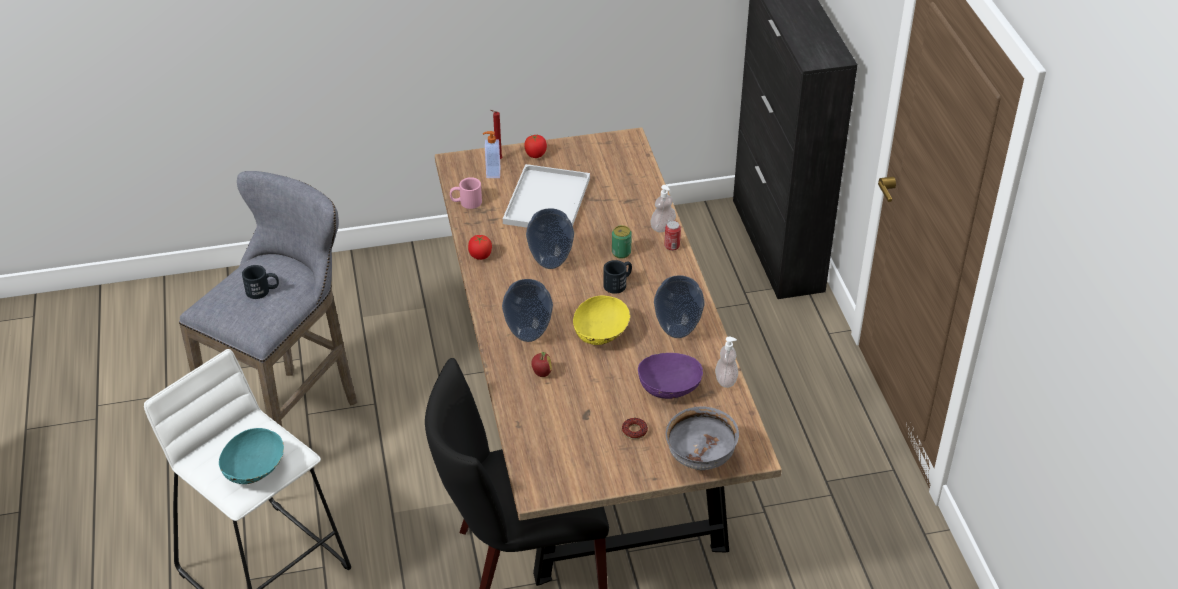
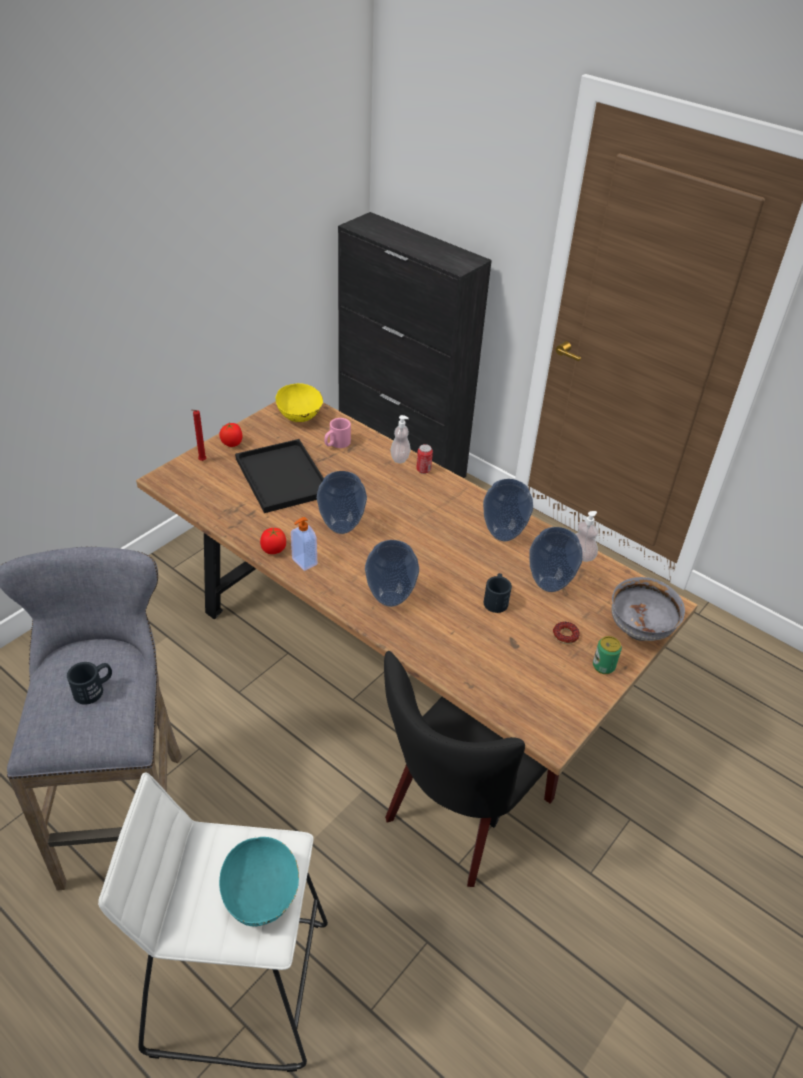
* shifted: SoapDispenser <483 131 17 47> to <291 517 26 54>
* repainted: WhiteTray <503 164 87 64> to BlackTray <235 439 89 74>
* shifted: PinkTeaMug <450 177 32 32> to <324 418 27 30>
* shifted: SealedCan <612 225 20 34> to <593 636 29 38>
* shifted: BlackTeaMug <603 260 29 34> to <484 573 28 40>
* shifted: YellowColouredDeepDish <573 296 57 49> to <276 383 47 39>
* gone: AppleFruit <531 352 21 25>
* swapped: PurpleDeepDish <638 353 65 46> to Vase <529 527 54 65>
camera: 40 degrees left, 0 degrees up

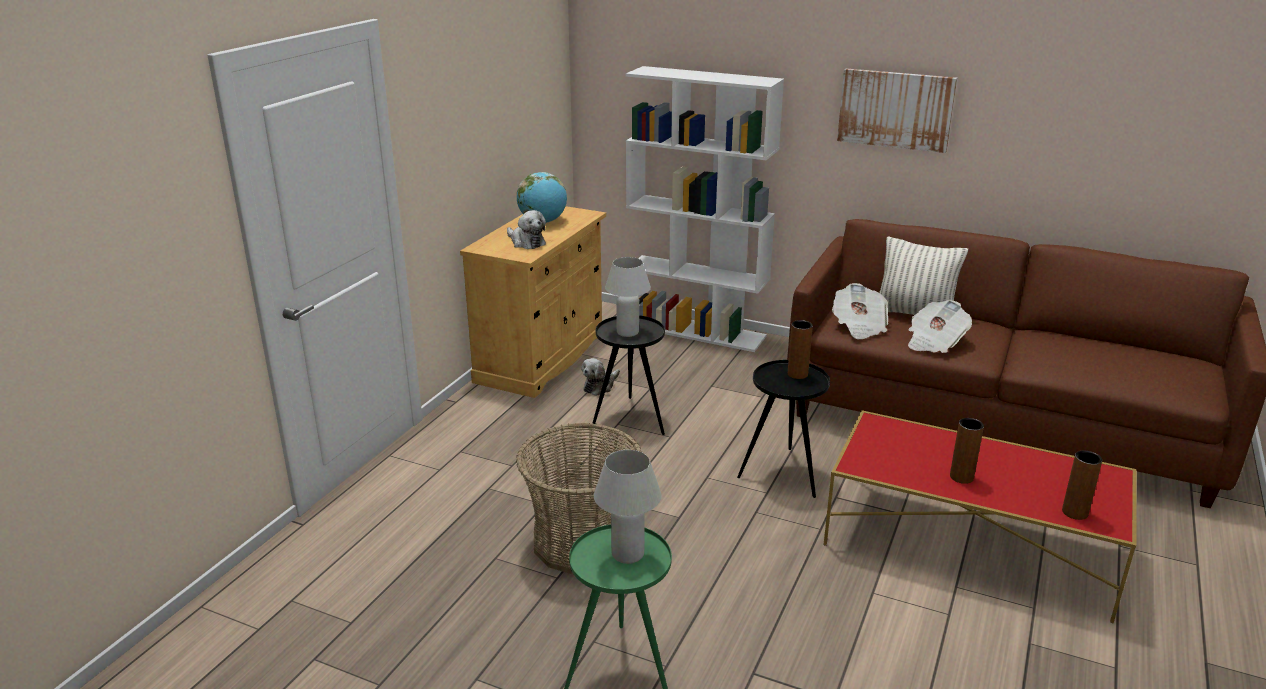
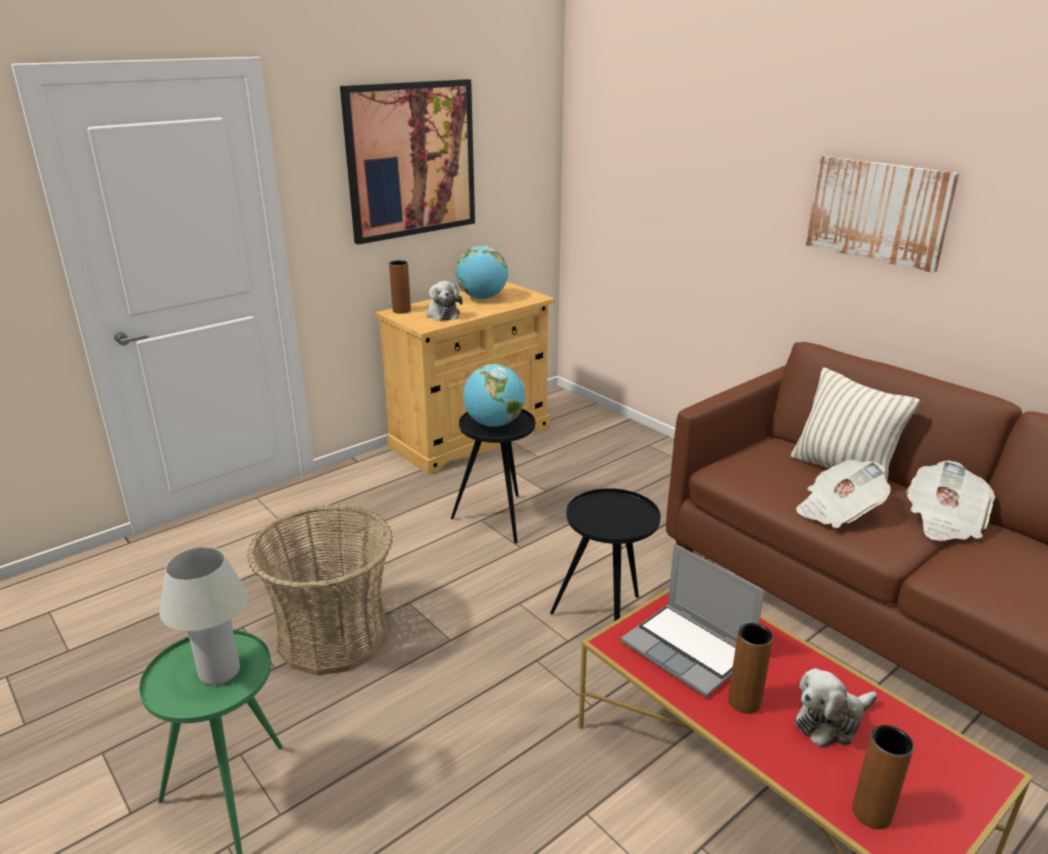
* gone: WhiteShelvingUnit <626 66 158 286>
* swapped: WhiteTabletopLamp <605 257 46 80> to Globe <463 364 62 63>
* shifted: PrintedPaper <832 283 56 56> to <906 460 89 81>
* shifted: BrownColouredVase <788 320 25 59> to <389 260 22 54>
* shifted: SoftToy <581 358 39 38> to <796 668 82 79>
* new: WallArt <340 79 135 166>
* new: PortableComputer <621 544 143 153>
camera: 25 degrees right, 0 degrees up

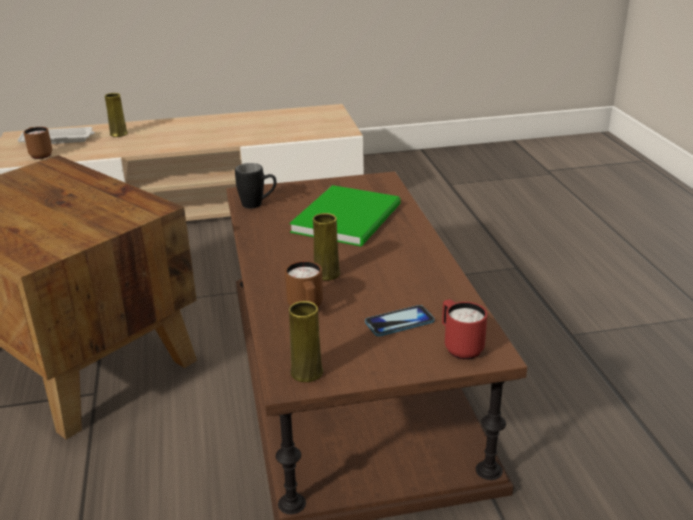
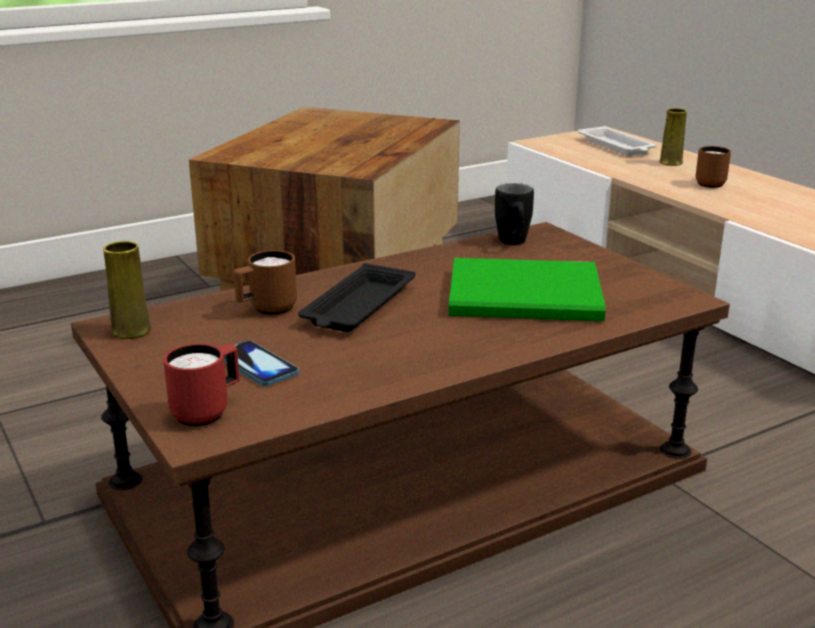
* shifted: BrownColouredTeaMug <23 127 29 32> to <695 146 36 42>
* swapped: YellowColouredVase <313 213 27 68> to BlackTray <298 263 117 69>
camera: 70 degrees right, 5 degrees down

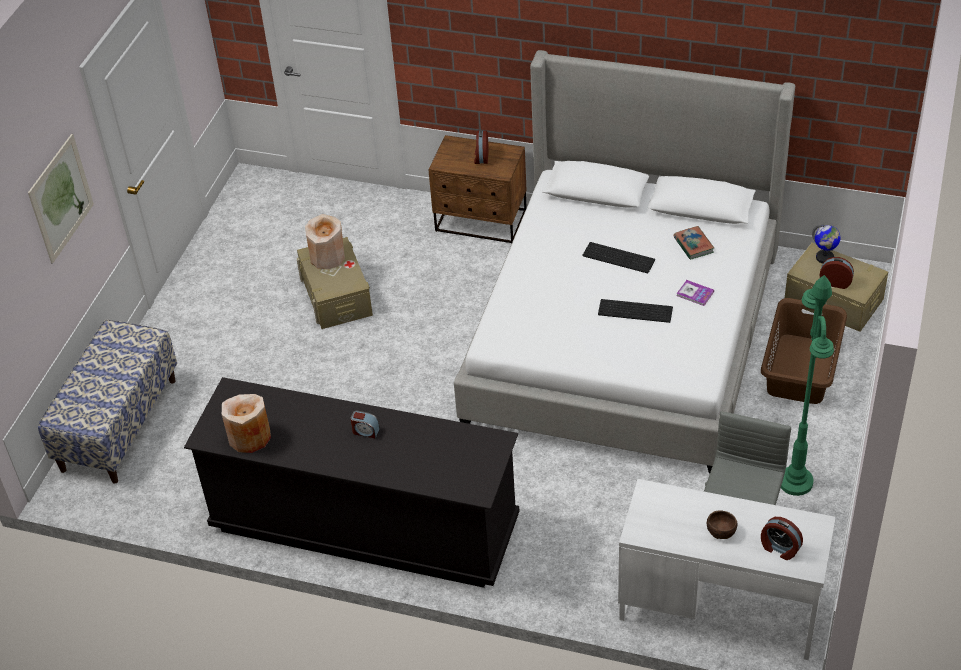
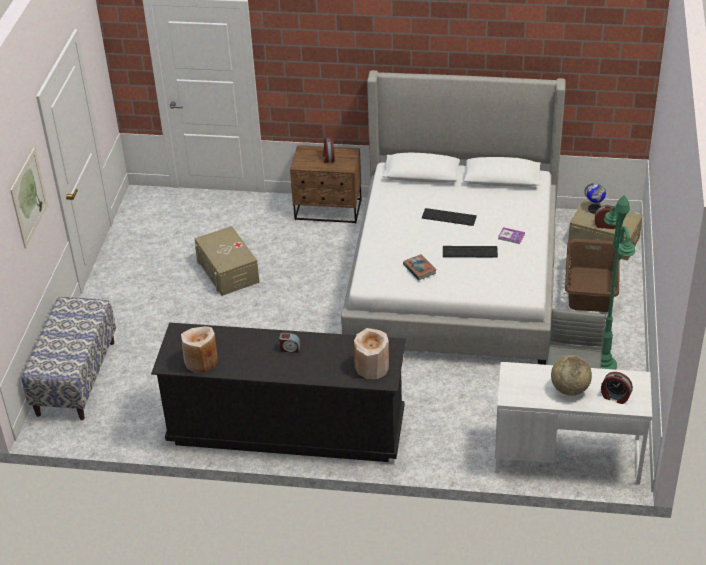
* shifted: BeigeColouredVase <305 214 40 55> to <354 328 35 51>
* shifted: BoundBook <674 226 40 34> to <403 254 33 26>
* swapped: BrownColouredDeepDish <707 510 30 29> to Globe <551 355 41 41>
camera: 10 degrees left, 5 degrees down

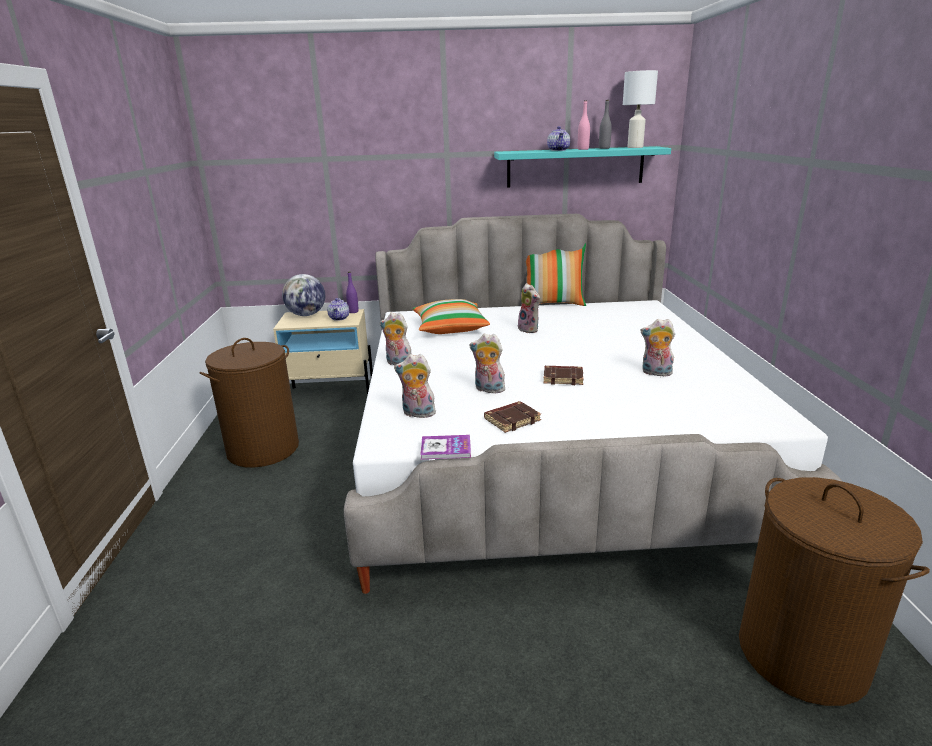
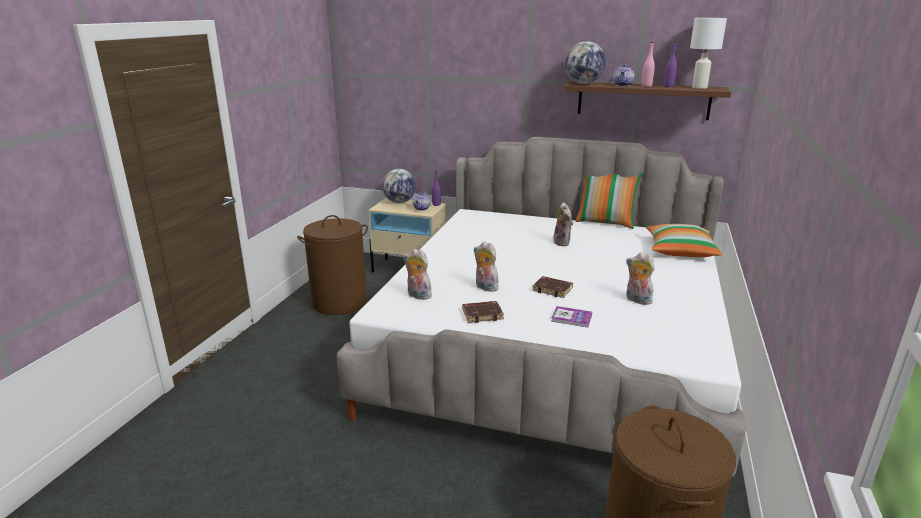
* repainted: GreyishBeverageBottle <599 100 13 49> to PurpleBeverageBottle <664 42 13 45>
* repainted: TurquoiseShelf <494 146 177 42> to BrownColouredShelf <563 82 168 38>
* shifted: ThrowPillow <413 299 77 35> to <646 224 76 33>
* gone: SoftToy <380 312 32 53>
* shifted: BoundBook <420 435 51 25> to <551 306 41 22>
* new: Globe <564 41 42 43>
camera: 20 degrees right, 0 degrees up

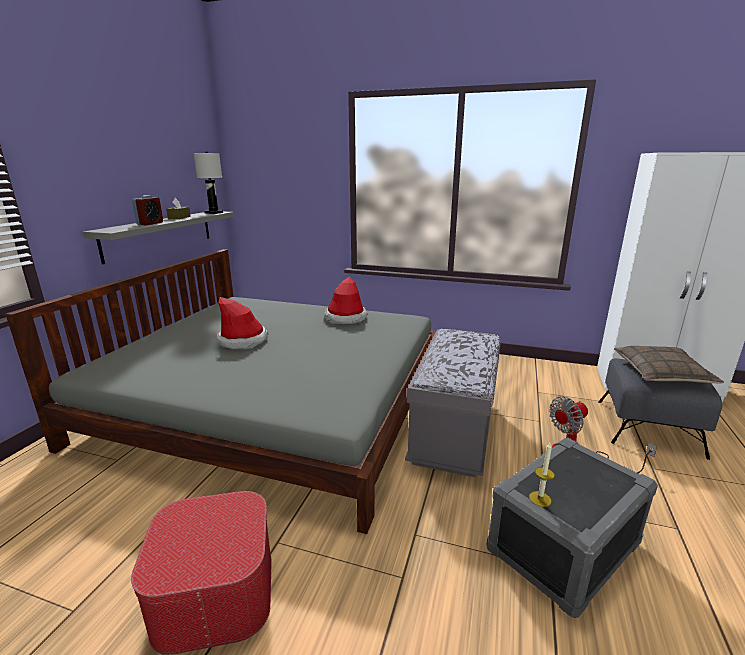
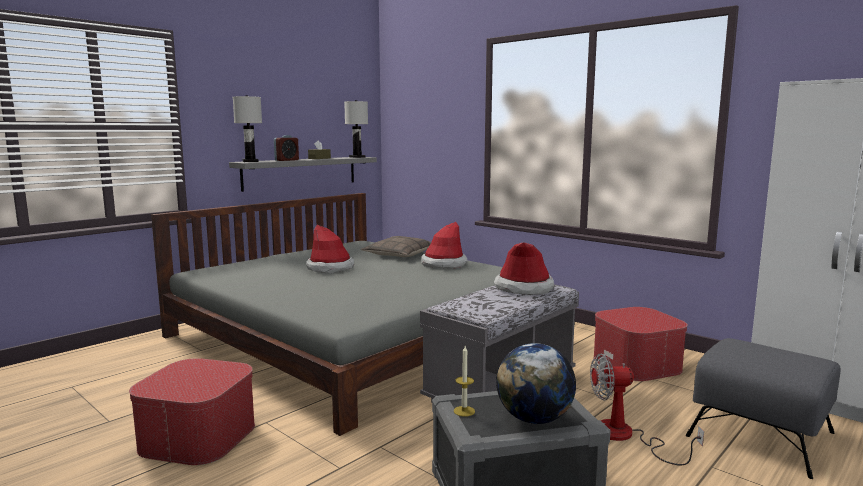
* shifted: ThrowPillow <614 346 110 37> to <361 236 70 21>
* new: WhiteTabletopLamp <233 95 29 67>
* new: ClothingHat <494 242 60 53>
* new: Ottoman <594 307 94 74>
* new: Globe <496 343 80 81>
camera: 25 degrees right, 10 degrees down

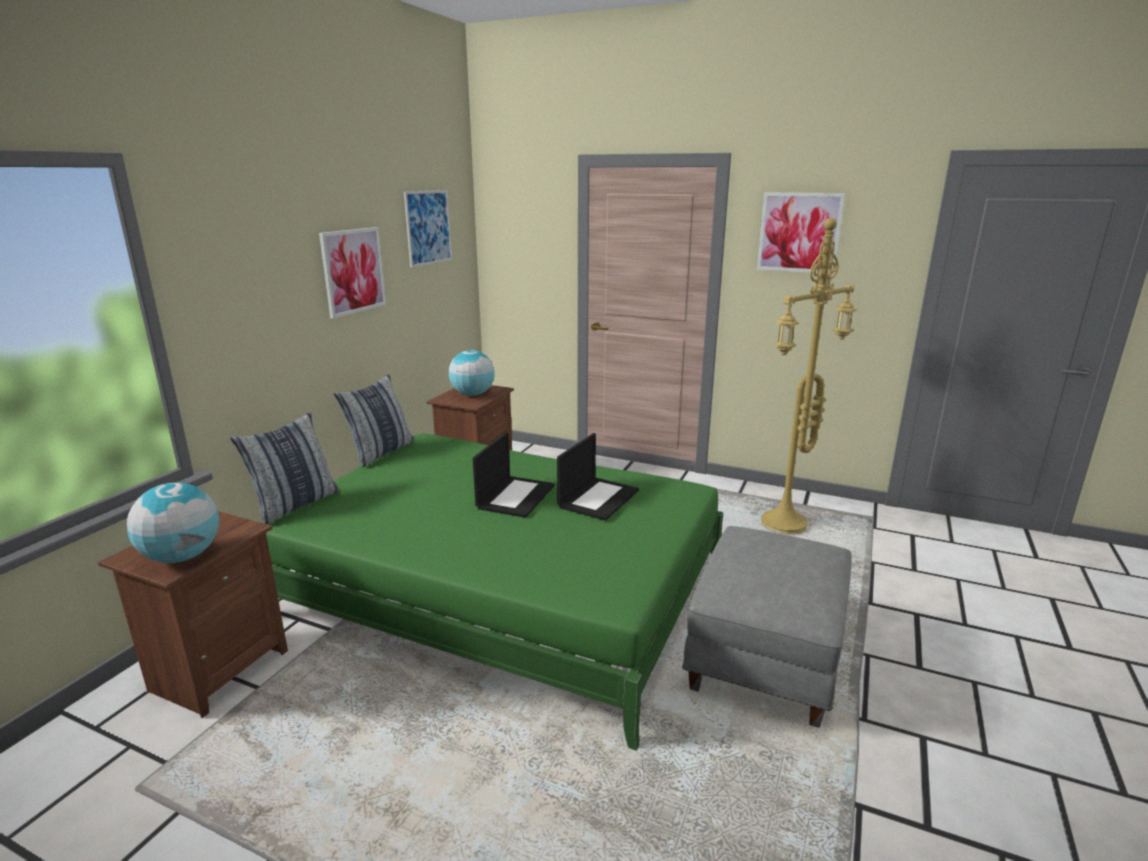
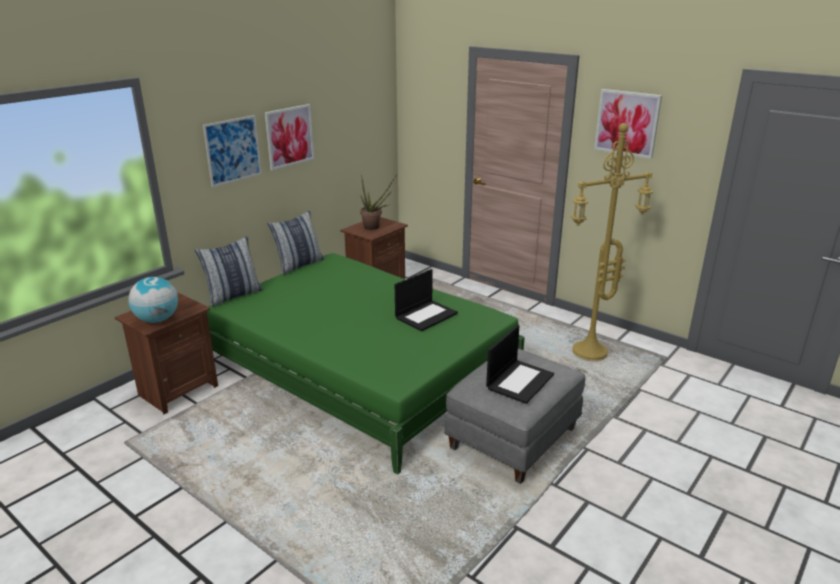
* shifted: WallArt <404 190 48 78> to <203 115 59 72>
* swapped: Globe <449 350 46 46> to PottedPlant <360 174 37 56>
* shifted: PortableComputer <473 432 82 86> to <486 325 68 79>
camera: 15 degrees right, 5 degrees up

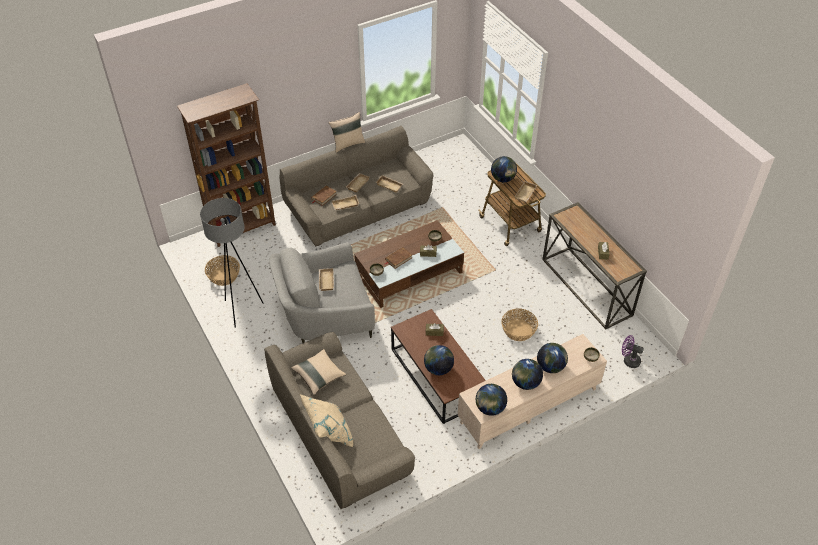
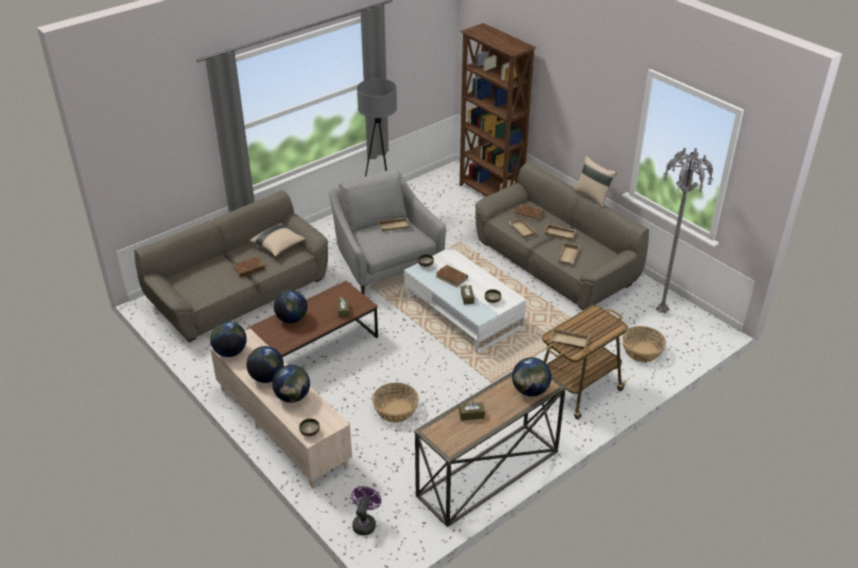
* shifted: Globe <491 156 26 26> to <512 357 39 40>
* repainted: BrownColouredLoungeTable <354 220 110 88> to WhiteLoungeTable <404 247 122 106>
* shifted: Basket <205 255 35 31> to <622 326 44 36>
* gone: BeigeColouredThrowPillow <300 395 53 52>
* new: GreyishStandardLamp <656 148 57 166>
* new: BrownColouredBoundBook <233 256 34 21>
camera: 80 degrees right, 10 degrees down

